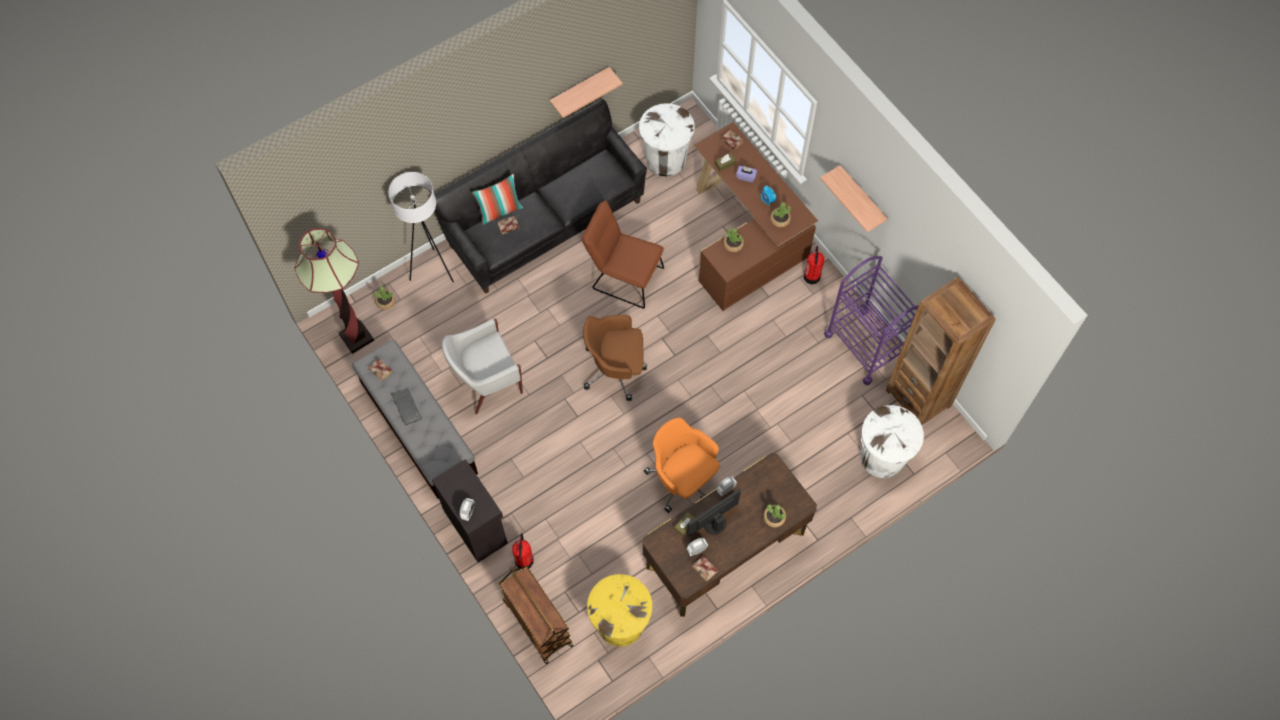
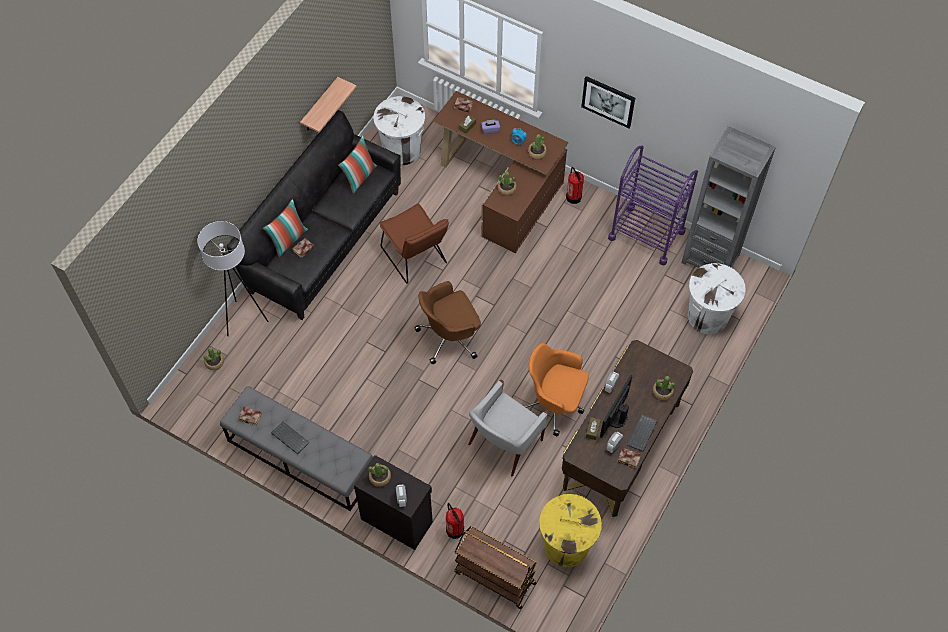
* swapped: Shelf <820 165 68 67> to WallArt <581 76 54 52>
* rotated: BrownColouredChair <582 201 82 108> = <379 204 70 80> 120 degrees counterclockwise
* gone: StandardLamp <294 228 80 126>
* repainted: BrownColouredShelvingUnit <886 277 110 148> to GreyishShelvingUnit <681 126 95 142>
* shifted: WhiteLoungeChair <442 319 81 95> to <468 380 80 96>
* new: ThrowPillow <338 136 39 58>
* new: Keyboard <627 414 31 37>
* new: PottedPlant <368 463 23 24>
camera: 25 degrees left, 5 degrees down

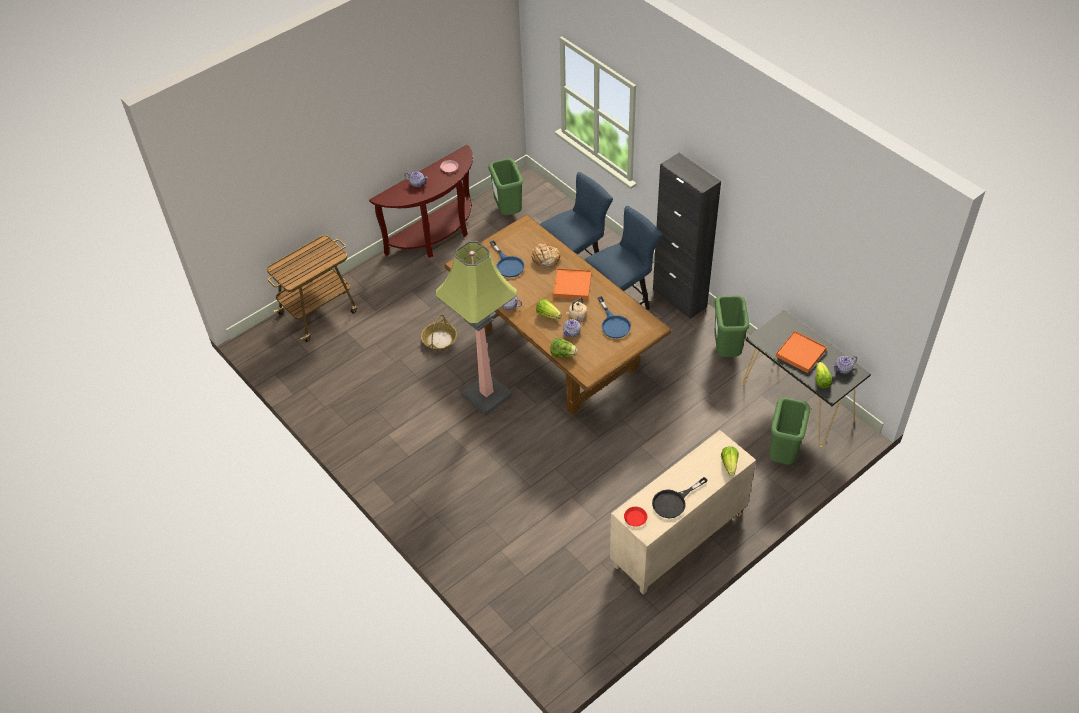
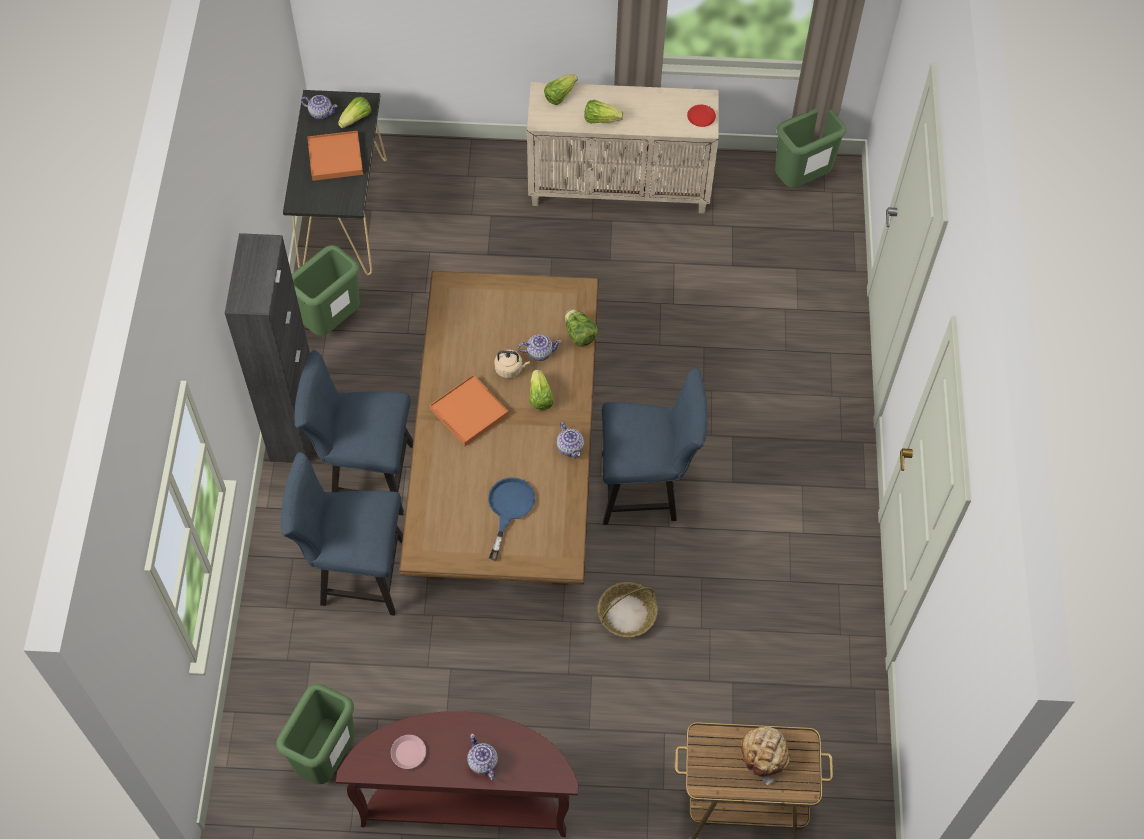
* swapped: StandardLamp <435 241 82 175> to BlueColouredChair <602 368 105 157>
* shifted: BakedBread <532 244 28 24> to <741 727 49 58>
* gone: BlueColouredPan <598 296 33 42>
* shifted: GreenishTrashCan <769 397 41 68> to <775 109 72 79>
* gone: BlackPan <652 477 56 41>
* new: Lettuce <584 100 39 23>
camera: 140 degrees left, 10 degrees up

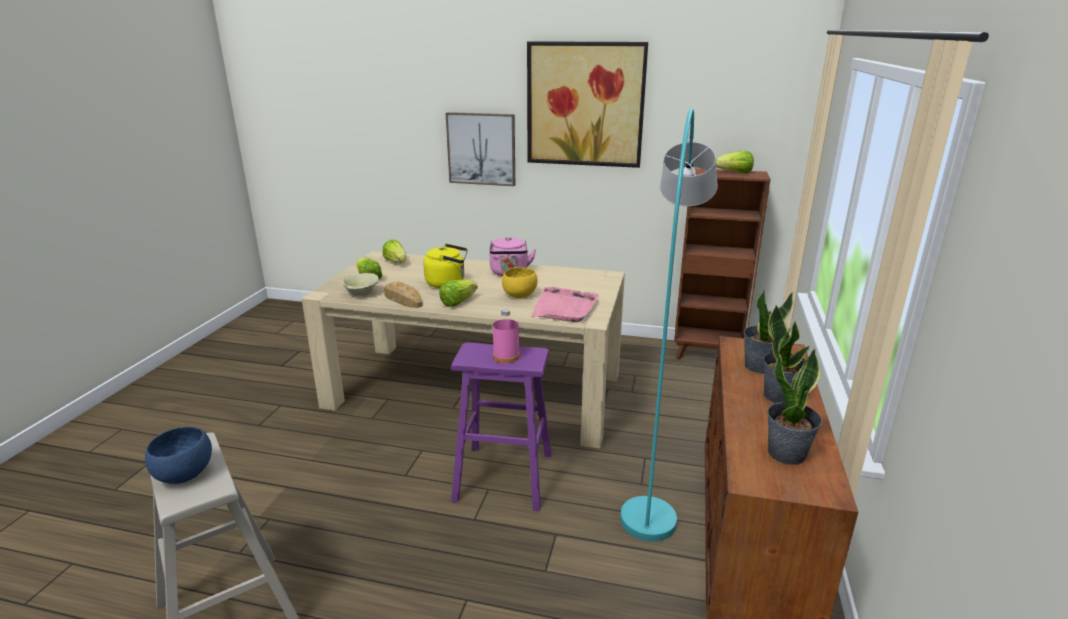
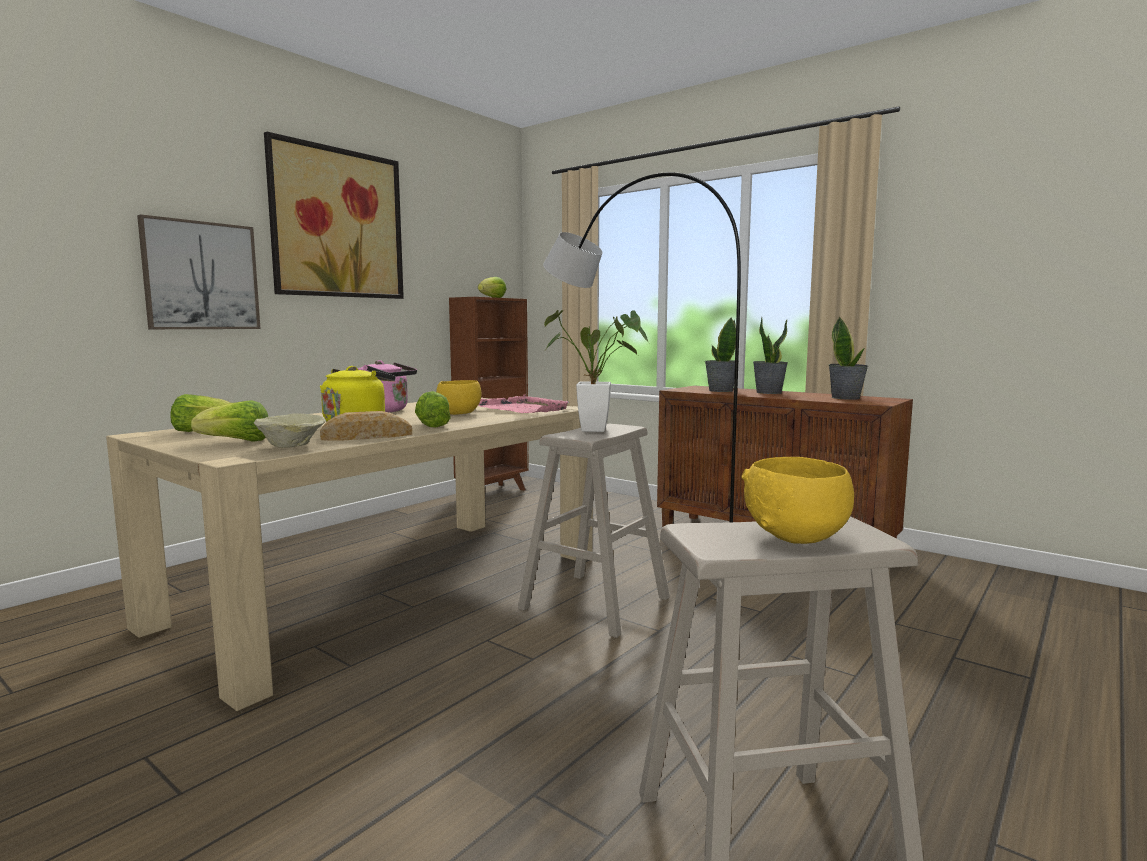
* repainted: TurquoiseStandardLamp <620 108 98 433> to GreyishStandardLamp <543 172 198 350>
* swapped: PinkBeverageBottle <493 309 27 54> to PottedPlant <544 310 106 122>
* repainted: PurpleStool <451 343 101 168> to BeigeColouredStool <518 423 152 215>
* repainted: BlueColouredDeepDish <145 427 67 57> to YellowColouredDeepDish <741 457 113 87>
camera: 65 degrees left, 15 degrees down

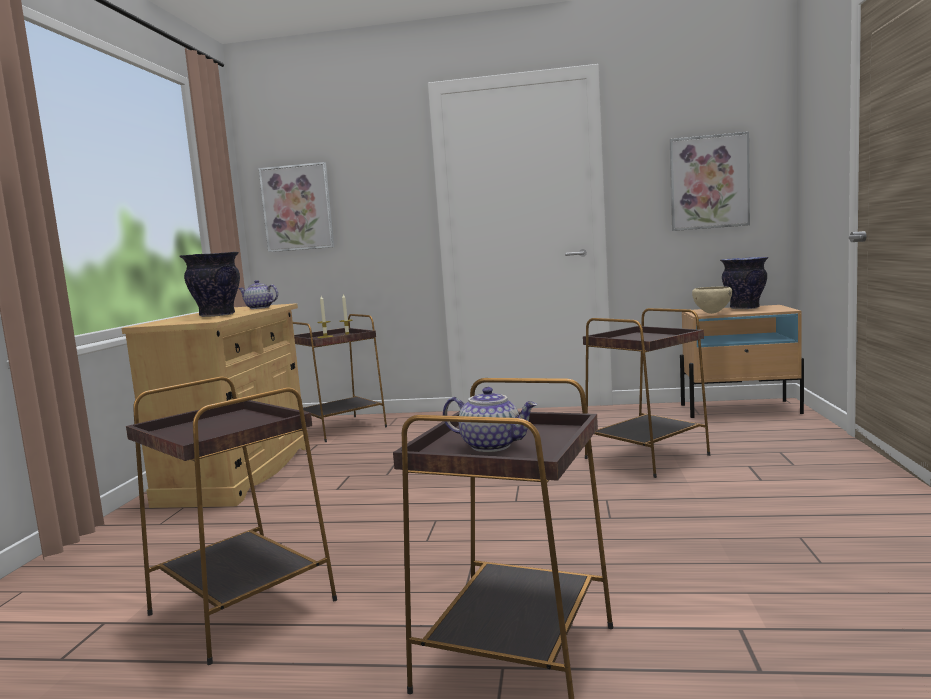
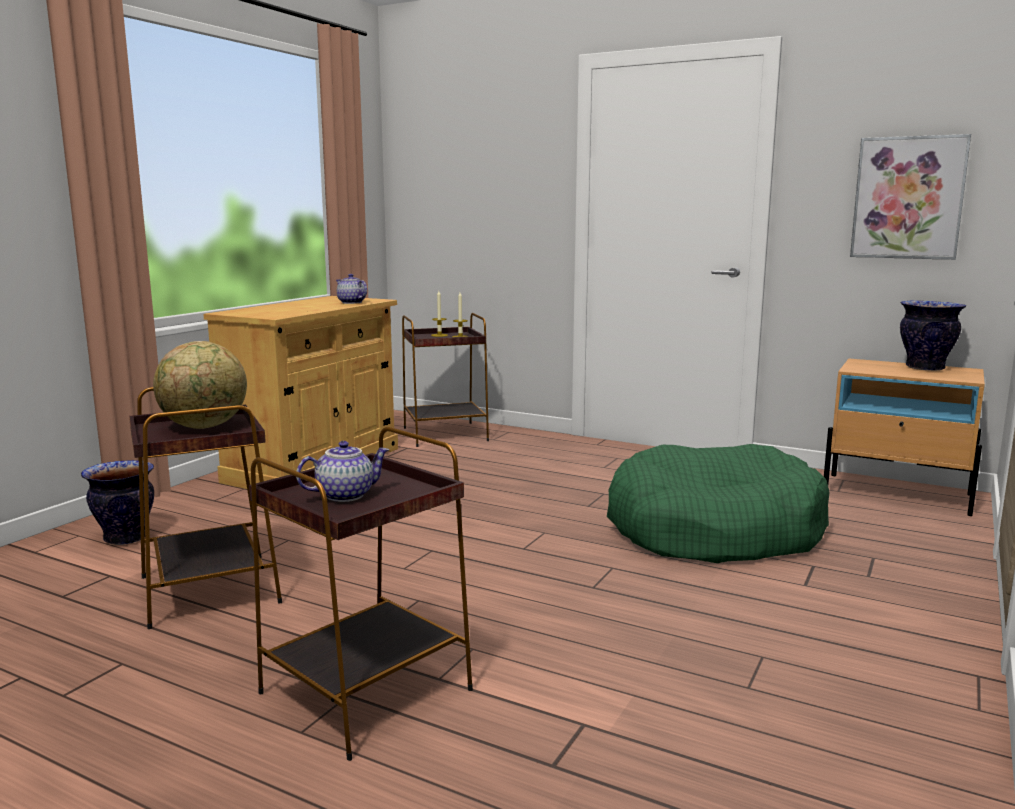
* gone: WallArt <259 162 75 90>
* shifted: Vase <180 252 60 65> to <81 460 73 85>
* gone: BeigeColouredDeepDish <692 286 40 28>
* swapped: BrownColouredEndTable <583 308 127 170> to GreenishDogBed <607 444 223 119>
* rotated: Teapot <443 387 94 65> = <296 441 94 61> 75 degrees counterclockwise
* new: Globe <153 341 94 88>
camera: 20 degrees right, 5 degrees up

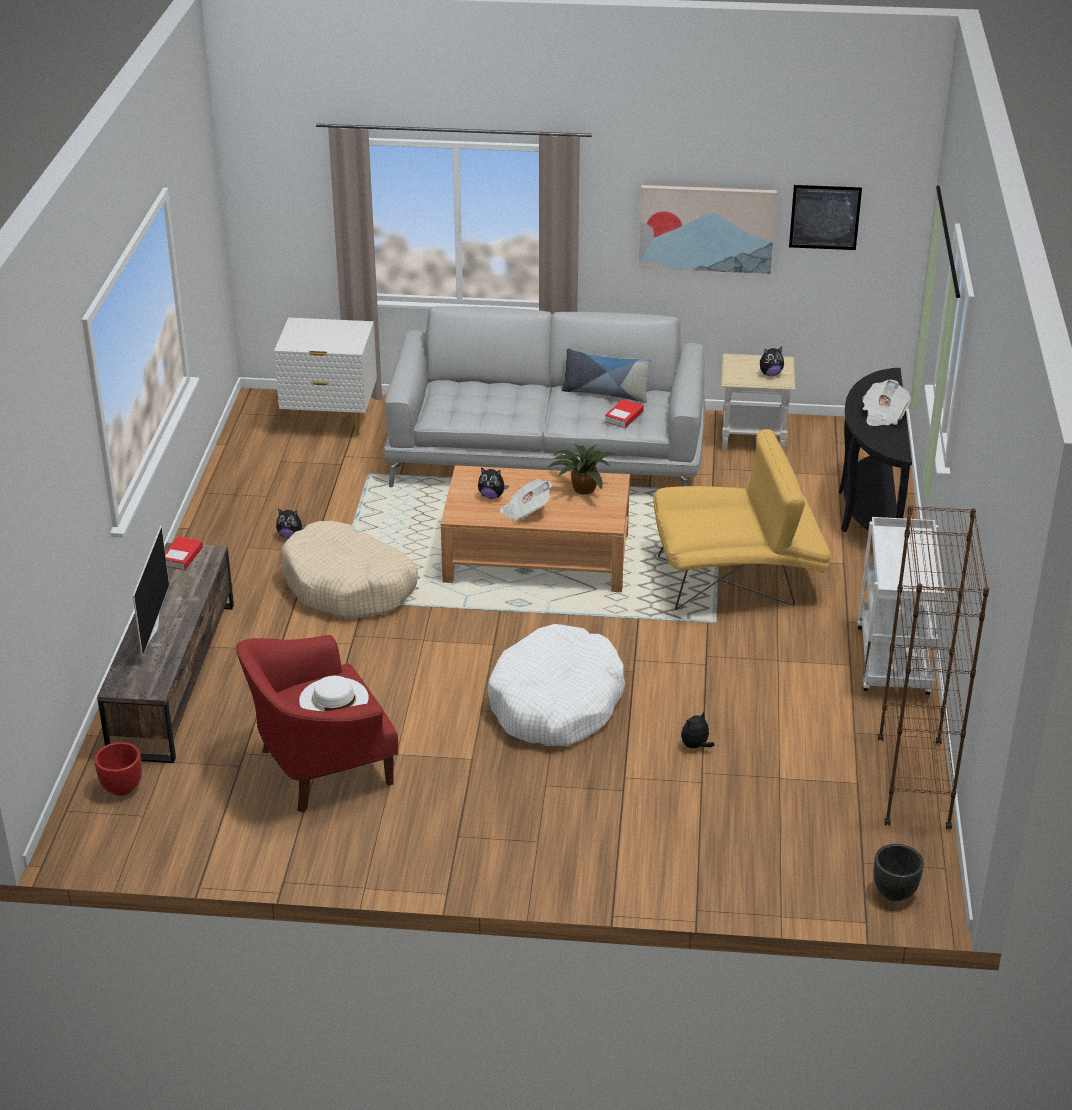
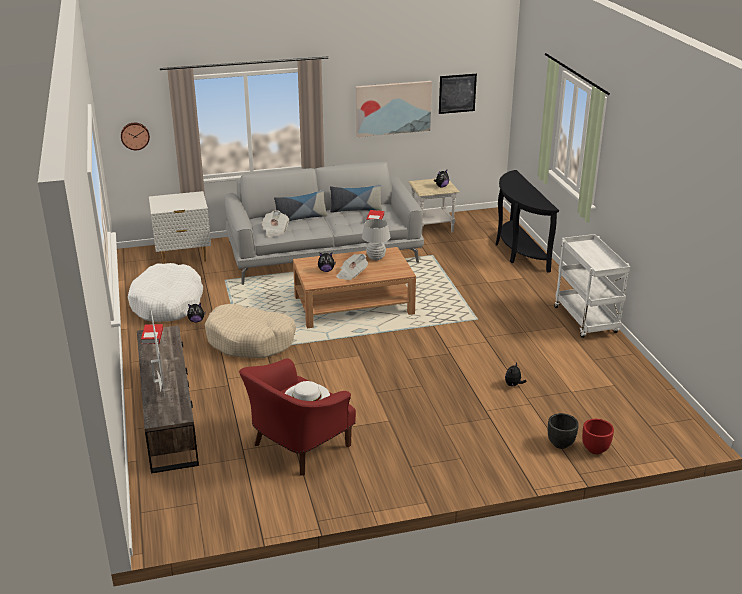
* shifted: PrintedPaper <863 380 48 46> to <261 210 28 27>
* gone: YellowColouredLoungeChair <653 429 178 181>
* swapped: PottedPlant <548 444 69 50> to WhiteTabletopLamp <362 219 28 41>
* gone: BrownColouredShelvingUnit <878 505 111 325>
* shifted: WhiteDogBed <488 624 137 122> to <128 263 75 59>
* shifted: ReddishFlowerPot <94 742 48 54> to <582 419 32 35>
* shifted: BlackFlowerPot <873 844 51 57> to <548 413 31 36>
* new: WallClock <121 123 29 27>
* new: ThrowPillow <274 190 54 31>
camera: 20 degrees left, 5 degrees down

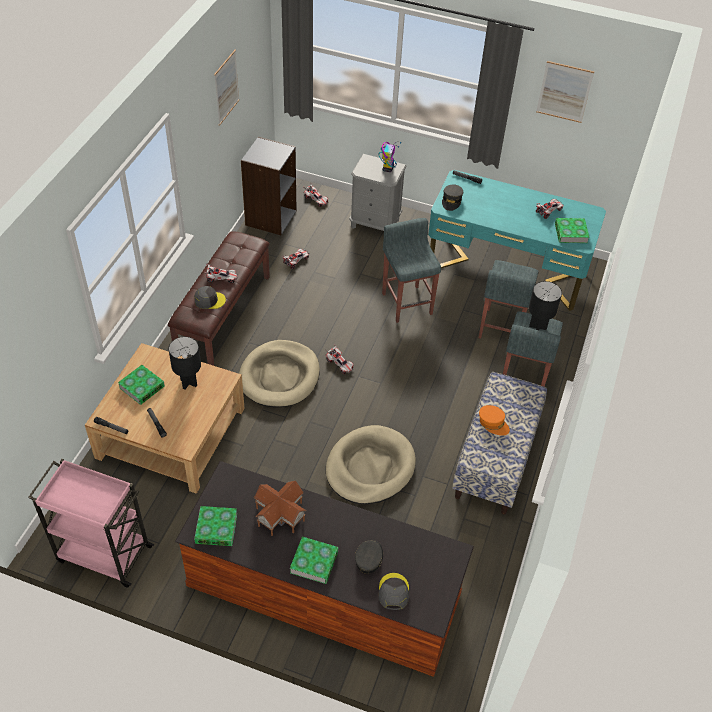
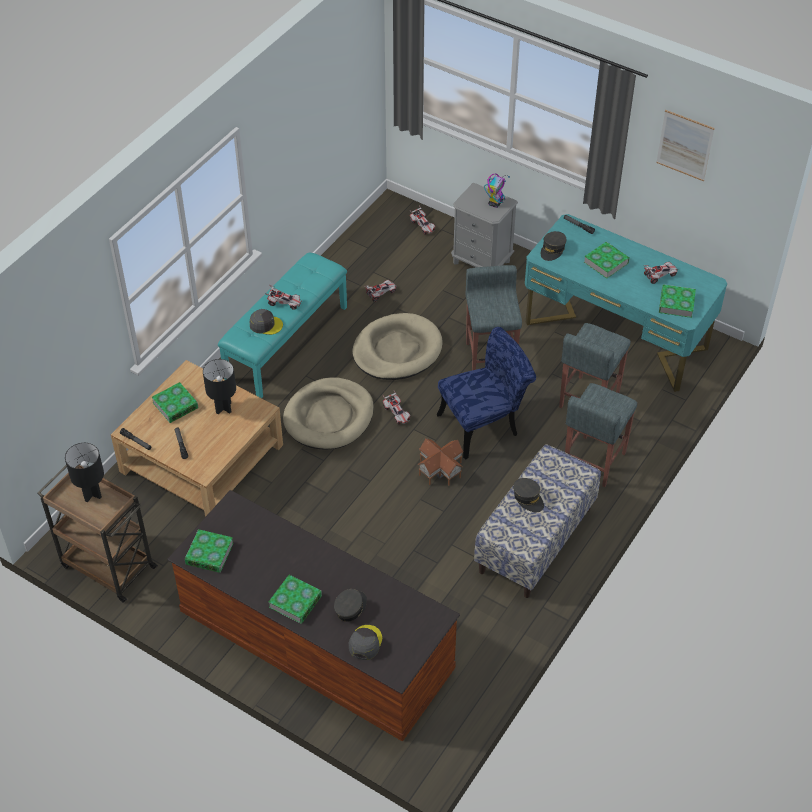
* gone: WallArt <214 50 25 76>
* gone: GreyishShelvingUnit <241 137 56 98>
* repainted: BrownColouredIndoorBench <168 231 102 135> to TurquoiseIndoorBench <218 252 129 146>
* shifted: BlackTabletopLamp <529 281 33 49> to <65 443 39 59>
* repainted: OrangePeakedCap <479 405 31 31> to GreyishPeakedCap <513 478 31 34>
* shifted: BeigeColouredDogBed <326 425 90 79> to <352 313 91 67>
* repainted: PinkTrolley <28 459 127 129> to BrownColouredTrolley <37 465 121 138>
* shifted: MiniatureHouse <254 481 52 55> to <418 438 45 48>
* new: BoundBook <584 242 46 37>
* new: BlueColouredChair <437 327 99 132>
camera: 15 degrees right, 0 degrees up

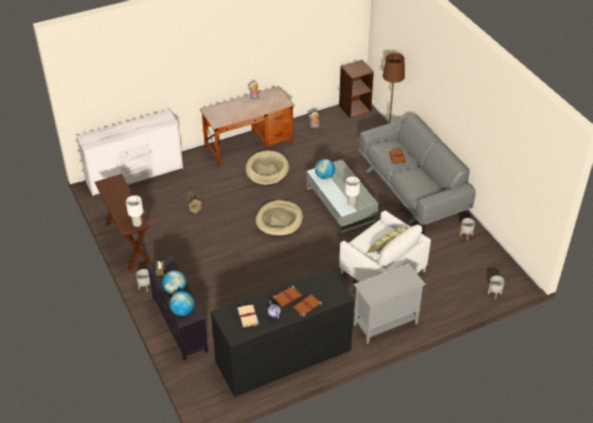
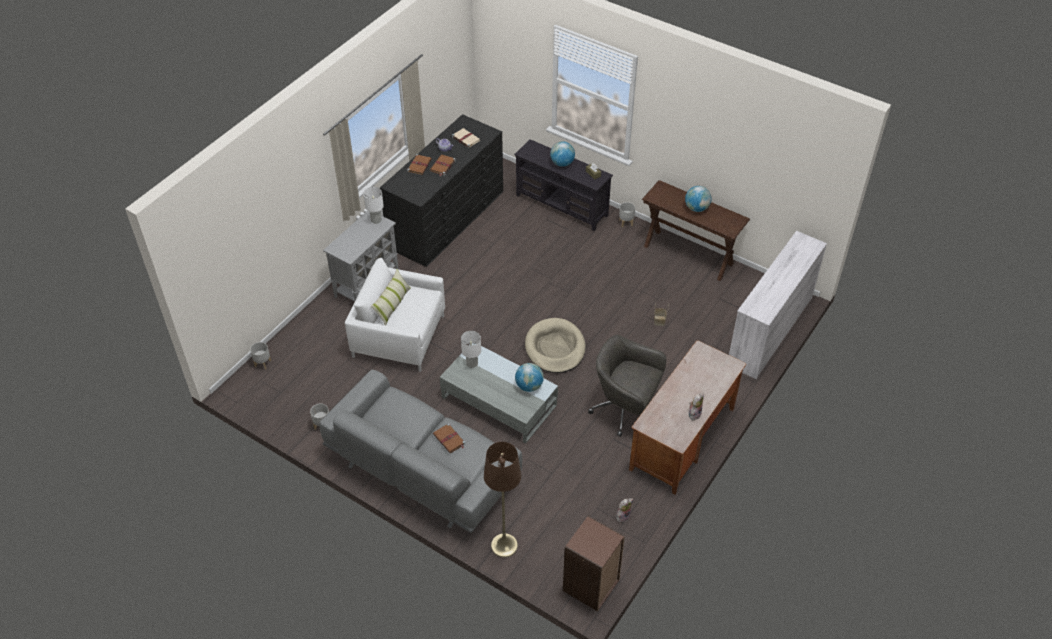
* swapped: BeigeColouredDogBed <245 151 44 35> to GreyishDeskChair <588 335 78 102>
* shifted: WhiteTabletopLamp <126 195 17 32> to <363 187 21 37>
* shifted: Globe <170 291 24 25> to <685 186 26 26>
camera: 150 degrees right, 5 degrees up

